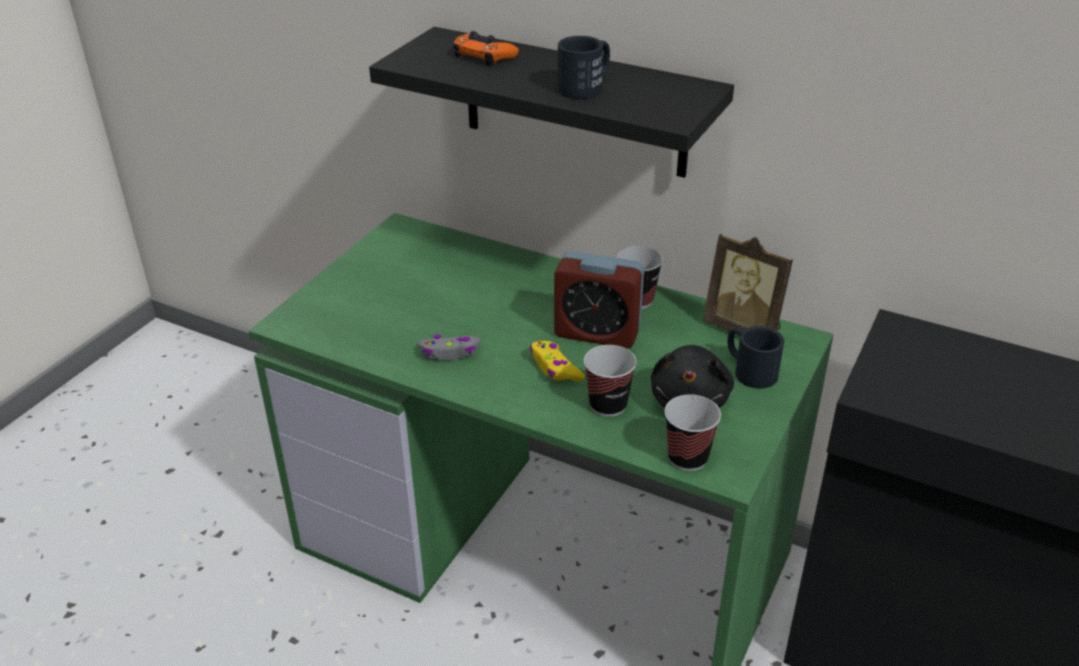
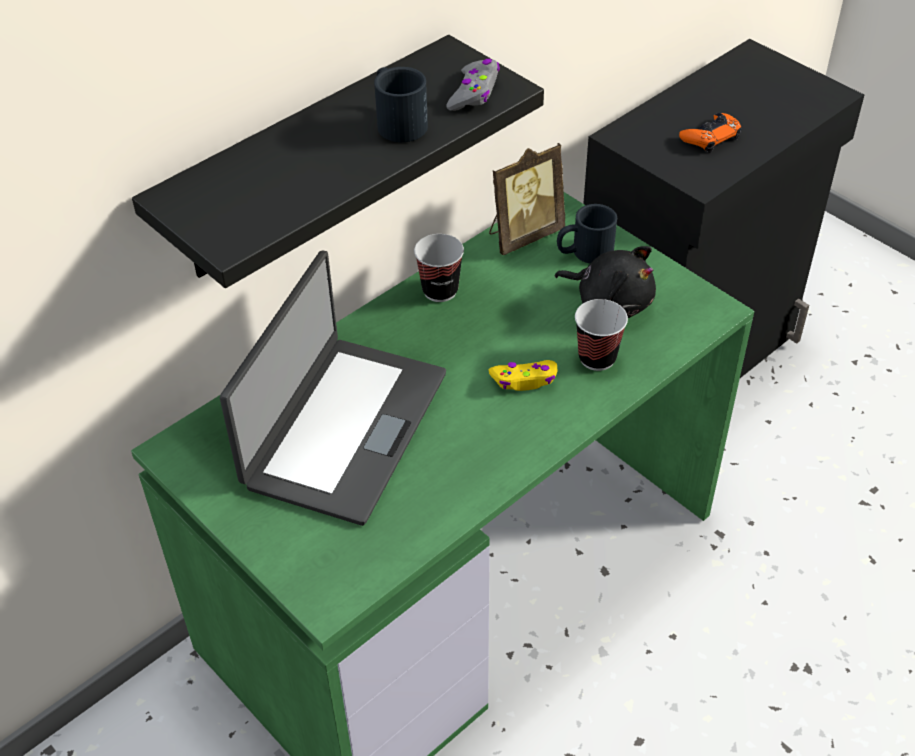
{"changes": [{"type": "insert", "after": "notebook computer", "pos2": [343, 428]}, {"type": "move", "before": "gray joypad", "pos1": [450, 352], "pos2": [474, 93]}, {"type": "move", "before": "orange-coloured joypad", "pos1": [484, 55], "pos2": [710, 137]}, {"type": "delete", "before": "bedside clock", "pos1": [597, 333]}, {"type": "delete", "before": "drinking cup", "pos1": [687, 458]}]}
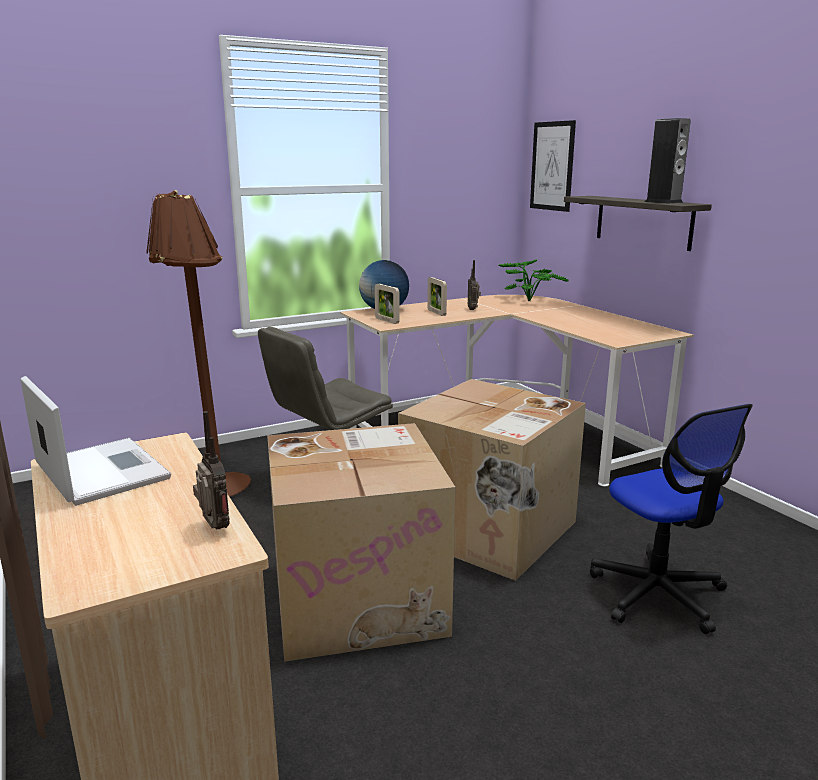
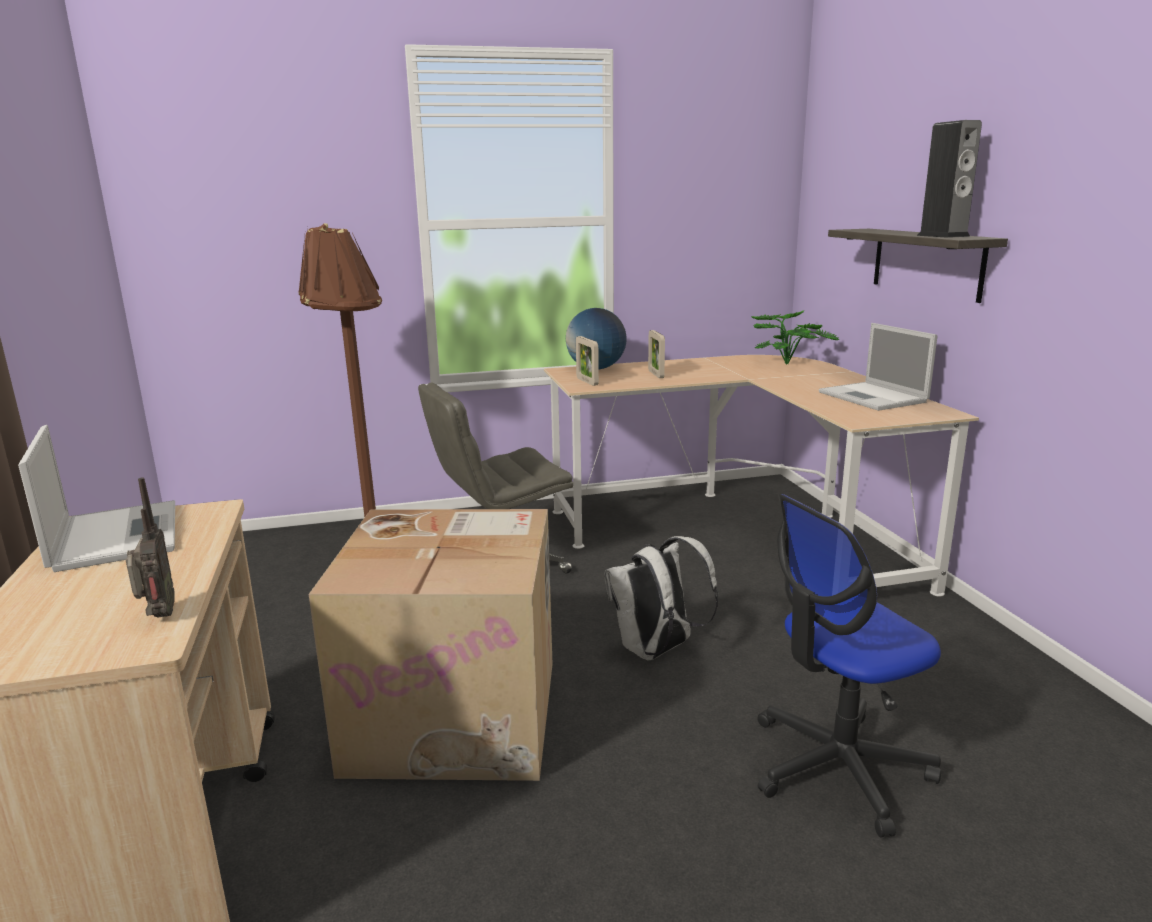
{"changes": [{"type": "replace", "before": "carton", "after": "white rucksack", "pos1": [489, 530], "pos2": [656, 651]}, {"type": "rotate", "before": "office chair", "pos1": [658, 594], "pos2": [838, 767], "turn": 75}, {"type": "insert", "after": "notebook computer", "pos2": [874, 397]}, {"type": "delete", "before": "radio set", "pos1": [473, 309]}, {"type": "delete", "before": "picture", "pos1": [552, 166]}]}
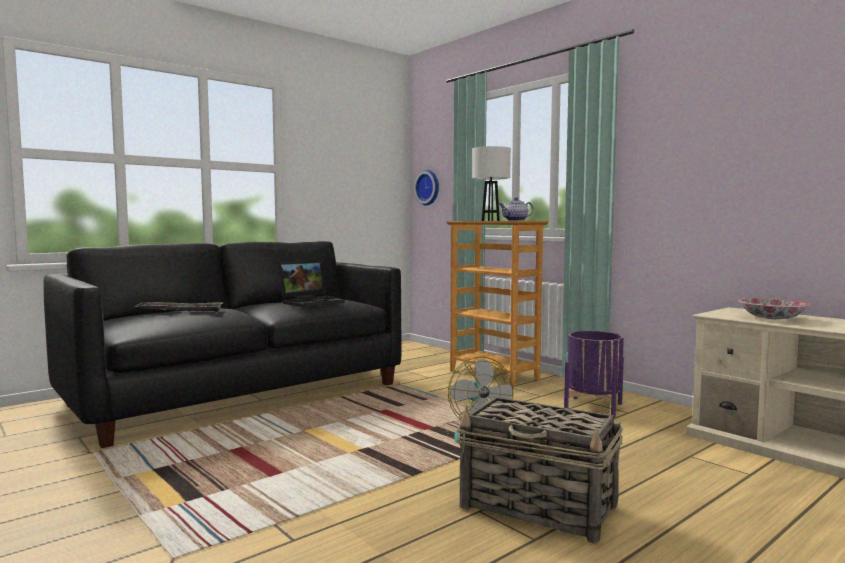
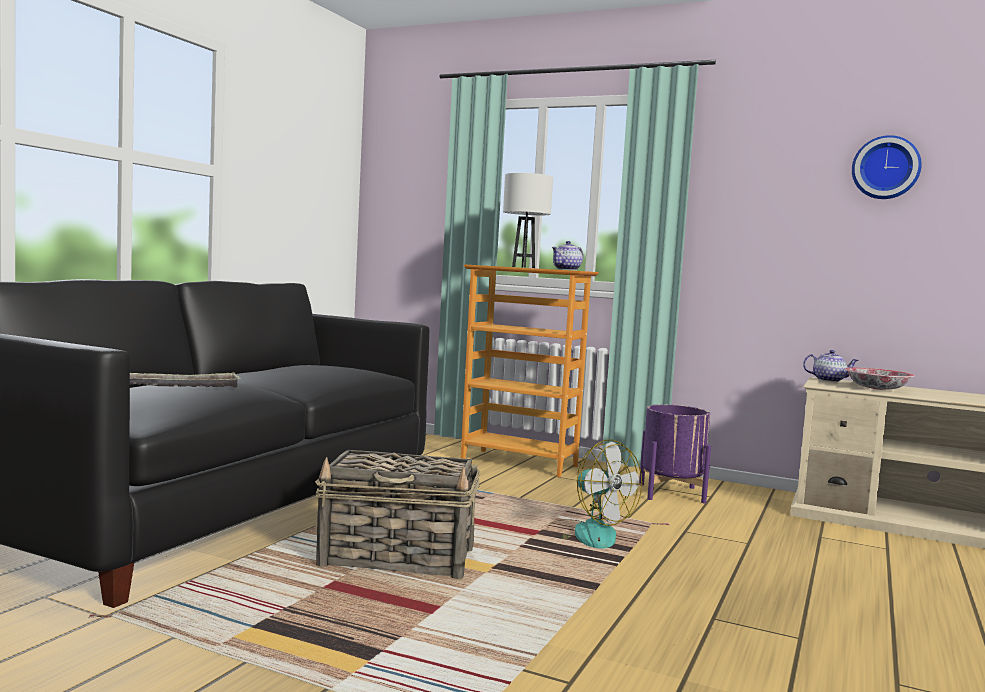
{"changes": [{"type": "move", "before": "storage basket", "pos1": [540, 507], "pos2": [399, 558]}, {"type": "insert", "after": "tea pot", "pos2": [829, 380]}, {"type": "move", "before": "clock on the wall", "pos1": [429, 187], "pos2": [885, 168]}, {"type": "delete", "before": "notebook computer", "pos1": [311, 302]}]}
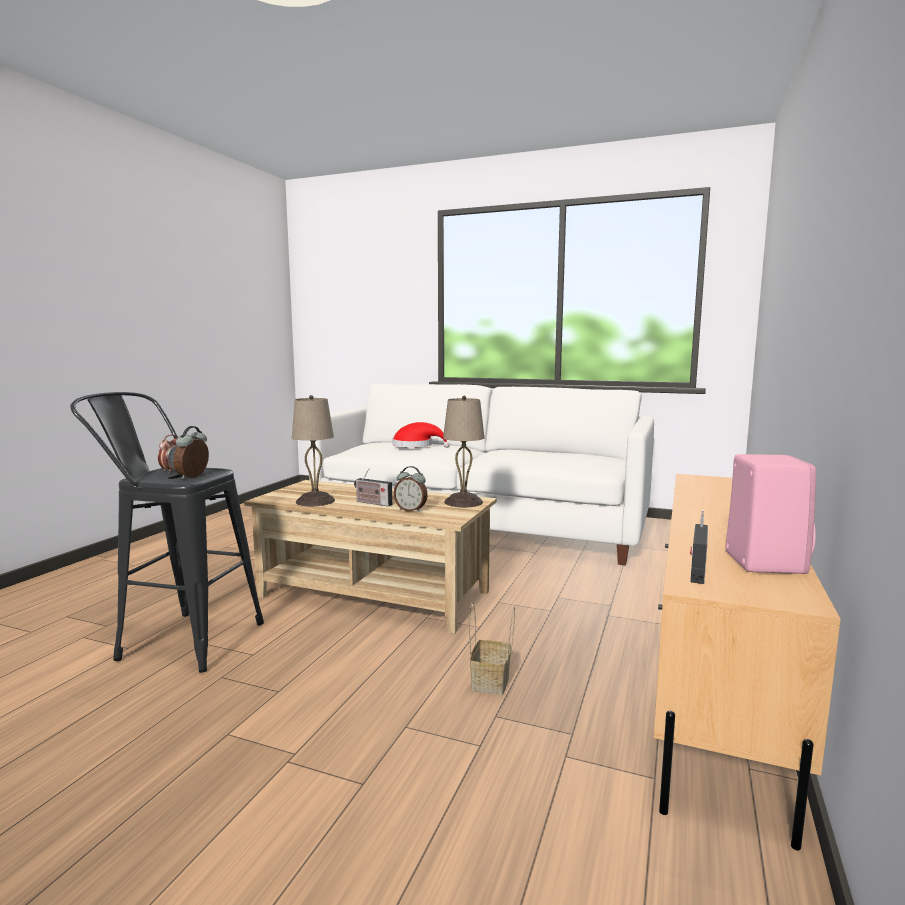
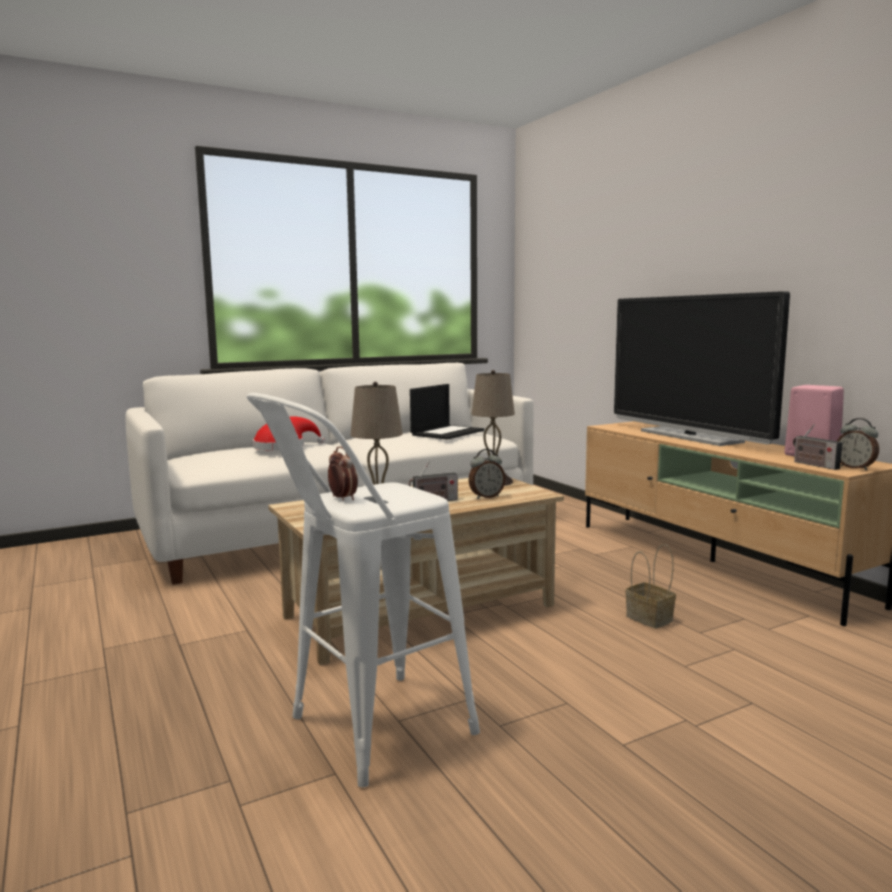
{"changes": [{"type": "recolor", "before": "black sitting stool", "after": "white sitting stool", "pos1": [180, 639], "pos2": [365, 732]}, {"type": "insert", "after": "notebook computer", "pos2": [447, 432]}, {"type": "insert", "after": "TV", "pos2": [689, 436]}, {"type": "move", "before": "bedside clock", "pos1": [194, 477], "pos2": [855, 468]}]}
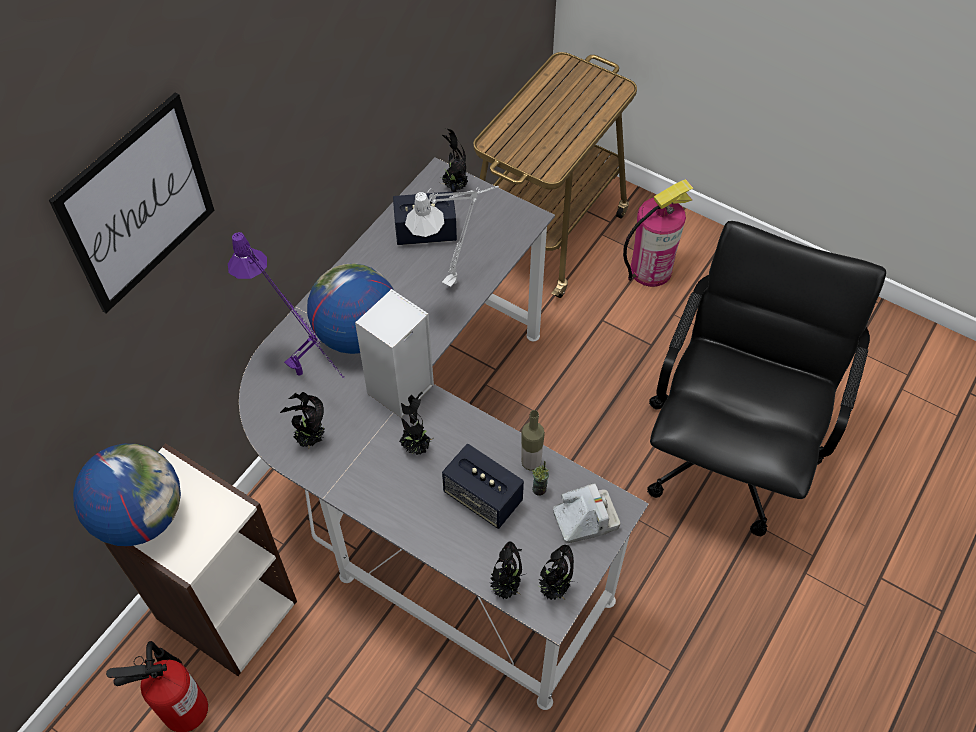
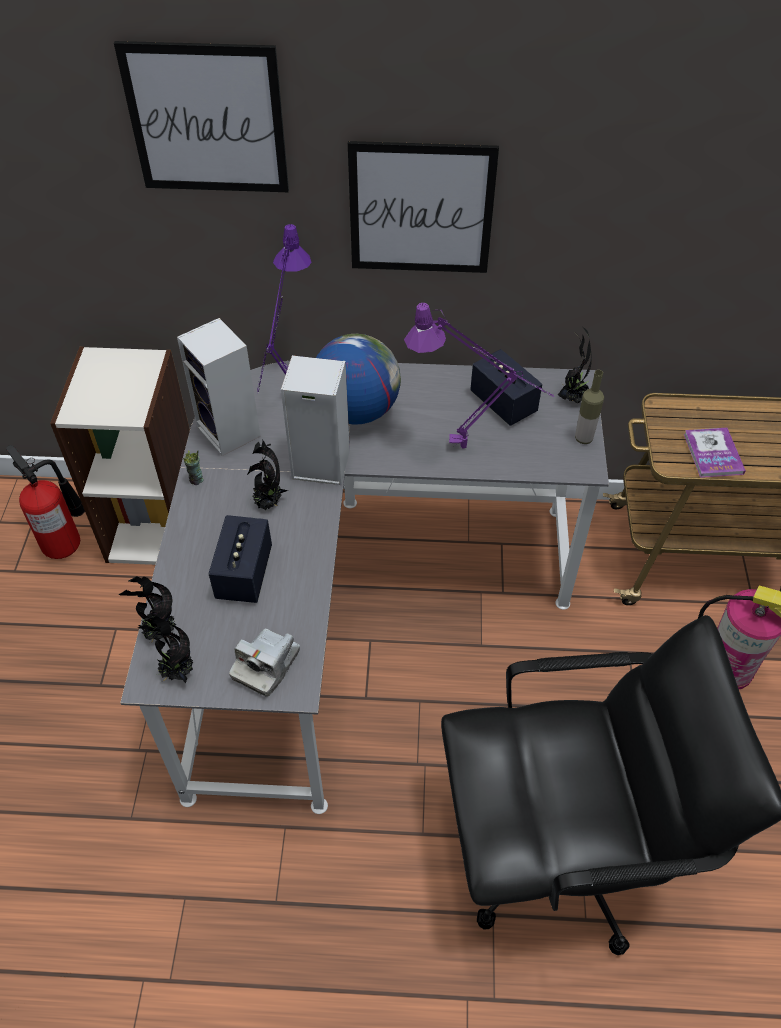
{"changes": [{"type": "replace", "before": "potted plant", "after": "loudspeaker", "pos1": [310, 440], "pos2": [231, 432]}, {"type": "move", "before": "drinking cup", "pos1": [539, 489], "pos2": [196, 480]}, {"type": "rotate", "before": "photo camera", "pos1": [585, 520], "pos2": [266, 665], "turn": 75}, {"type": "insert", "after": "picture", "pos2": [421, 209]}, {"type": "recolor", "before": "gray lamp for a table", "after": "purplish lamp for a table", "pos1": [459, 277], "pos2": [472, 448]}, {"type": "move", "before": "drink bottle", "pos1": [531, 462], "pos2": [583, 438]}, {"type": "insert", "after": "volume", "pos2": [713, 454]}, {"type": "delete", "before": "globe", "pos1": [141, 516]}]}
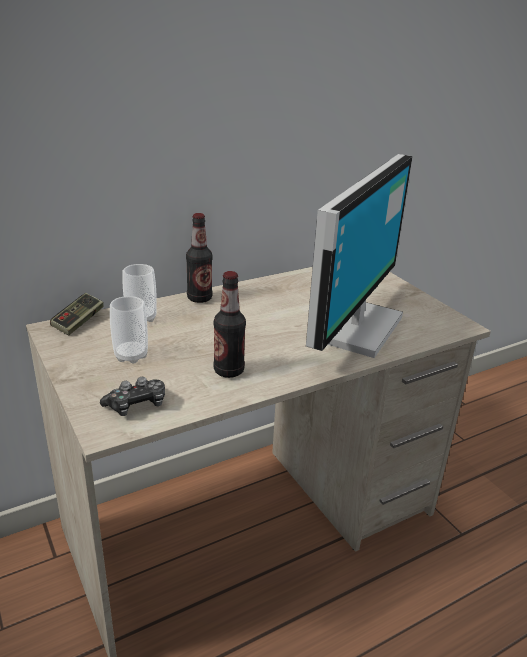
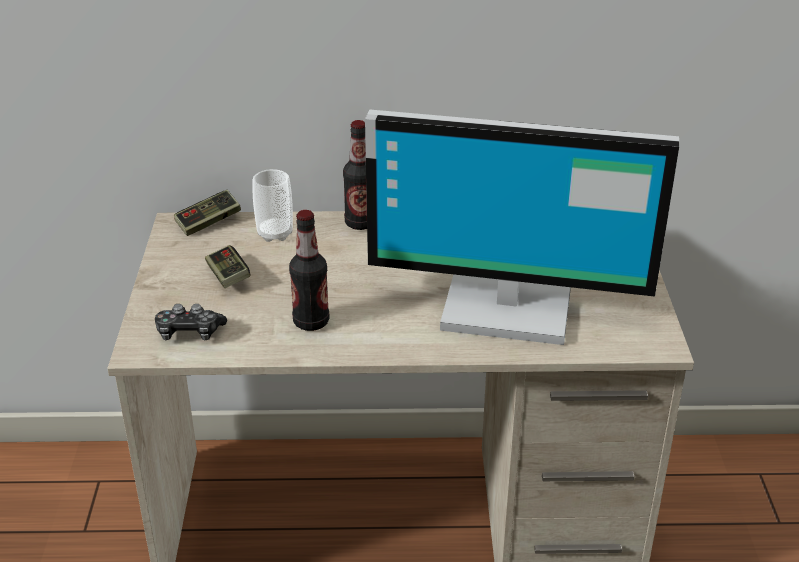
{"changes": [{"type": "replace", "before": "drinking cup", "after": "joypad", "pos1": [131, 356], "pos2": [228, 276]}, {"type": "rotate", "before": "computer screen", "pos1": [351, 326], "pos2": [507, 306], "turn": 45}]}
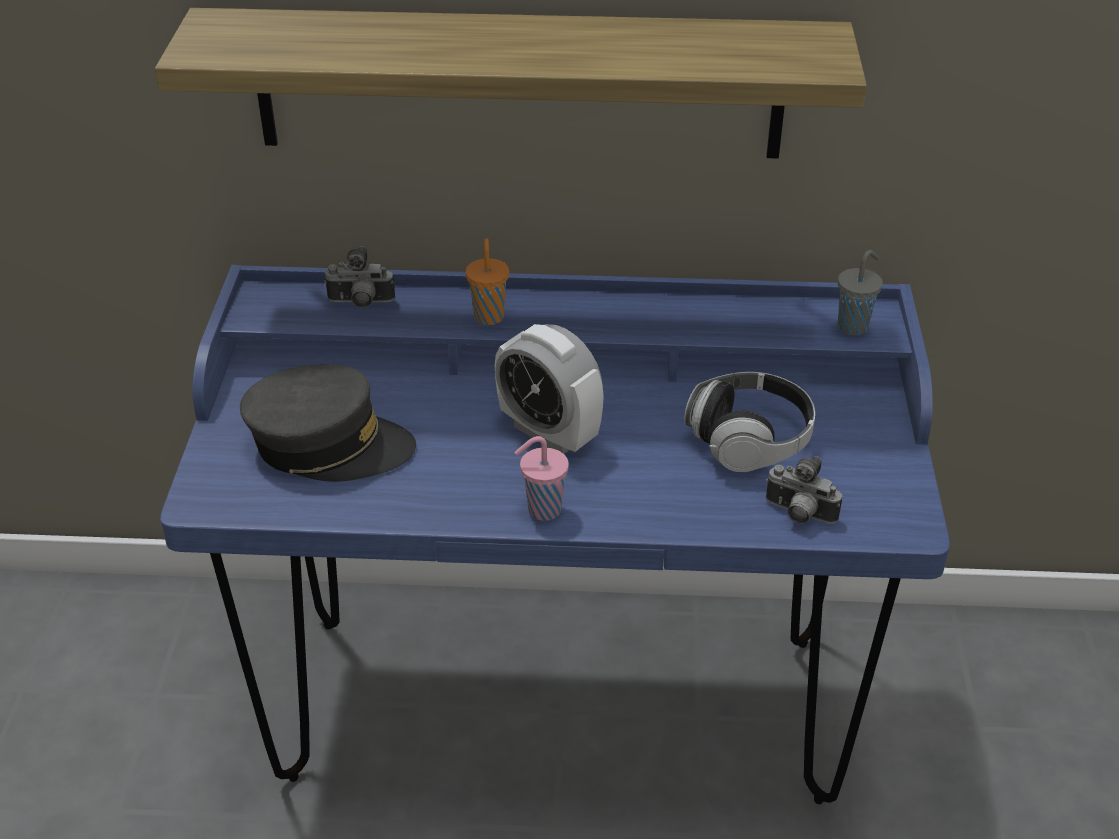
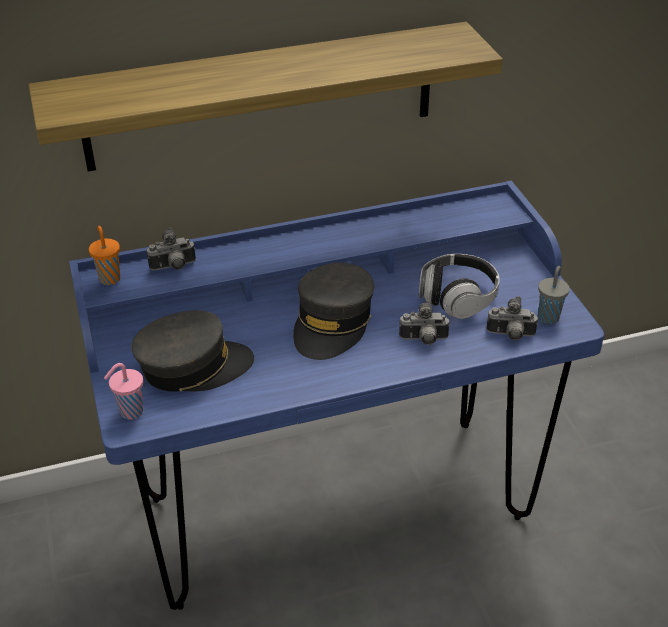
{"changes": [{"type": "move", "before": "orange-coloured drinking cup", "pos1": [489, 316], "pos2": [109, 278]}, {"type": "move", "before": "pinkish drinking cup", "pos1": [542, 510], "pos2": [130, 412]}, {"type": "replace", "before": "bedside clock", "after": "gray baseball cap", "pos1": [548, 432], "pos2": [332, 323]}, {"type": "insert", "after": "photo camera", "pos2": [423, 340]}, {"type": "move", "before": "gray drinking cup", "pos1": [854, 326], "pos2": [549, 316]}]}
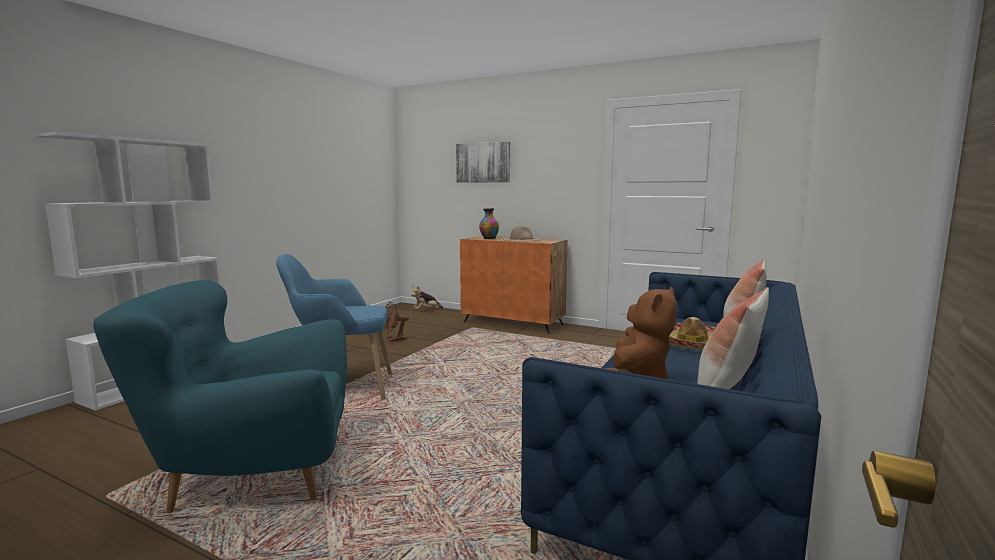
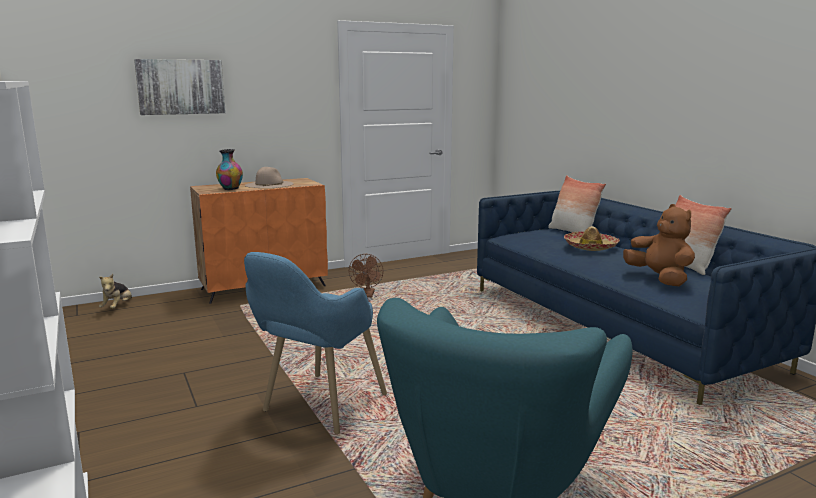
{"changes": [{"type": "move", "before": "brownish fan", "pos1": [394, 340], "pos2": [367, 295]}]}
